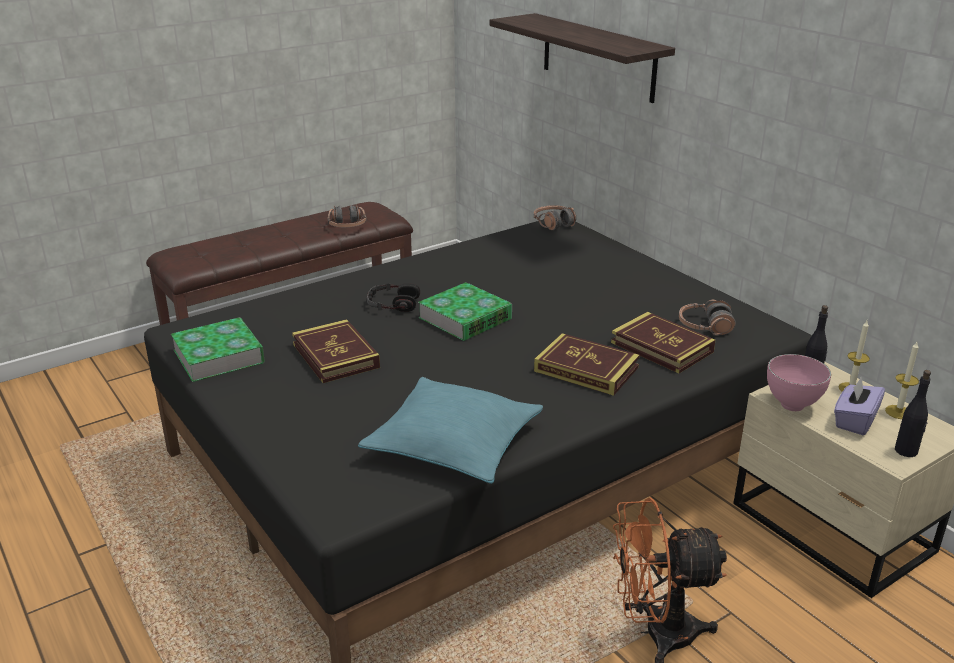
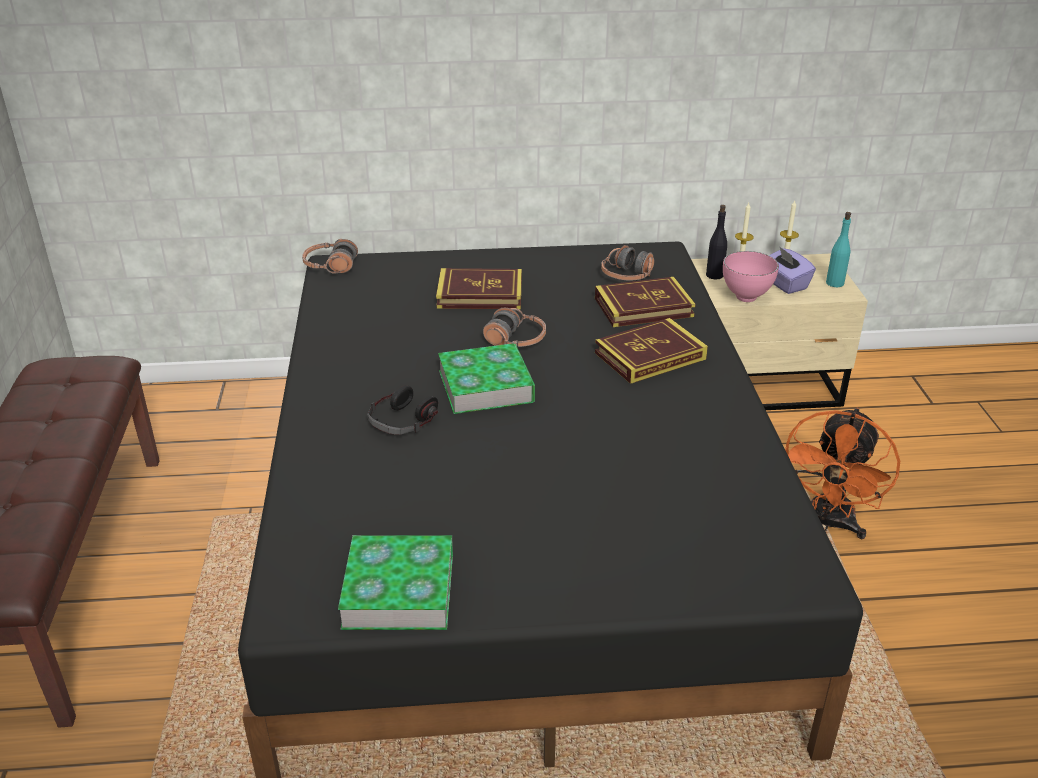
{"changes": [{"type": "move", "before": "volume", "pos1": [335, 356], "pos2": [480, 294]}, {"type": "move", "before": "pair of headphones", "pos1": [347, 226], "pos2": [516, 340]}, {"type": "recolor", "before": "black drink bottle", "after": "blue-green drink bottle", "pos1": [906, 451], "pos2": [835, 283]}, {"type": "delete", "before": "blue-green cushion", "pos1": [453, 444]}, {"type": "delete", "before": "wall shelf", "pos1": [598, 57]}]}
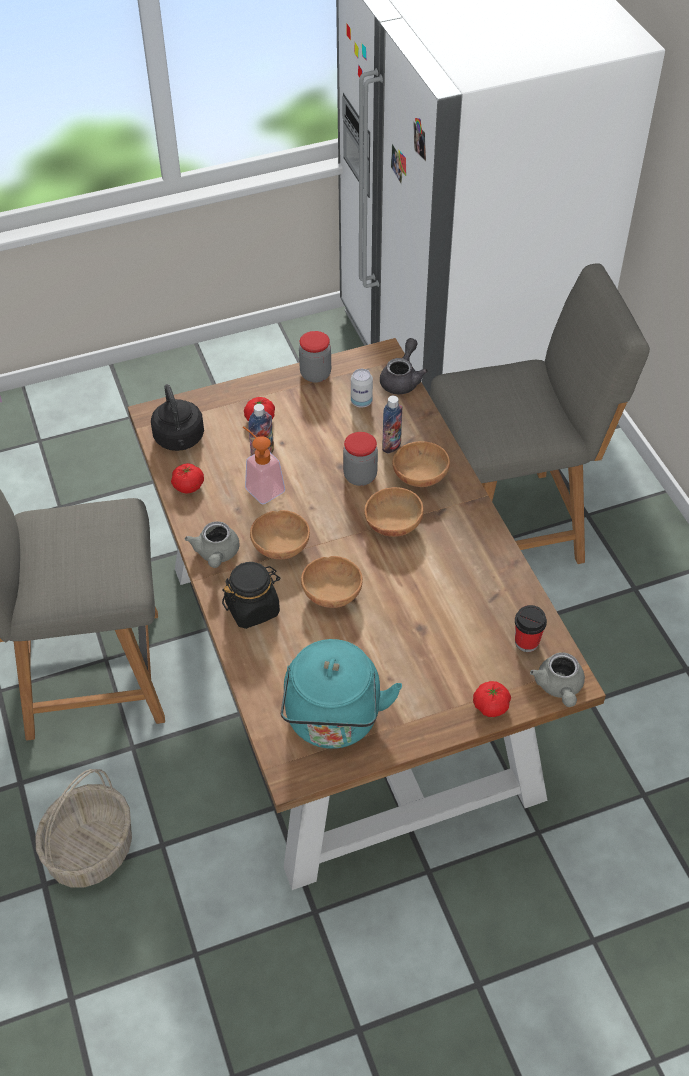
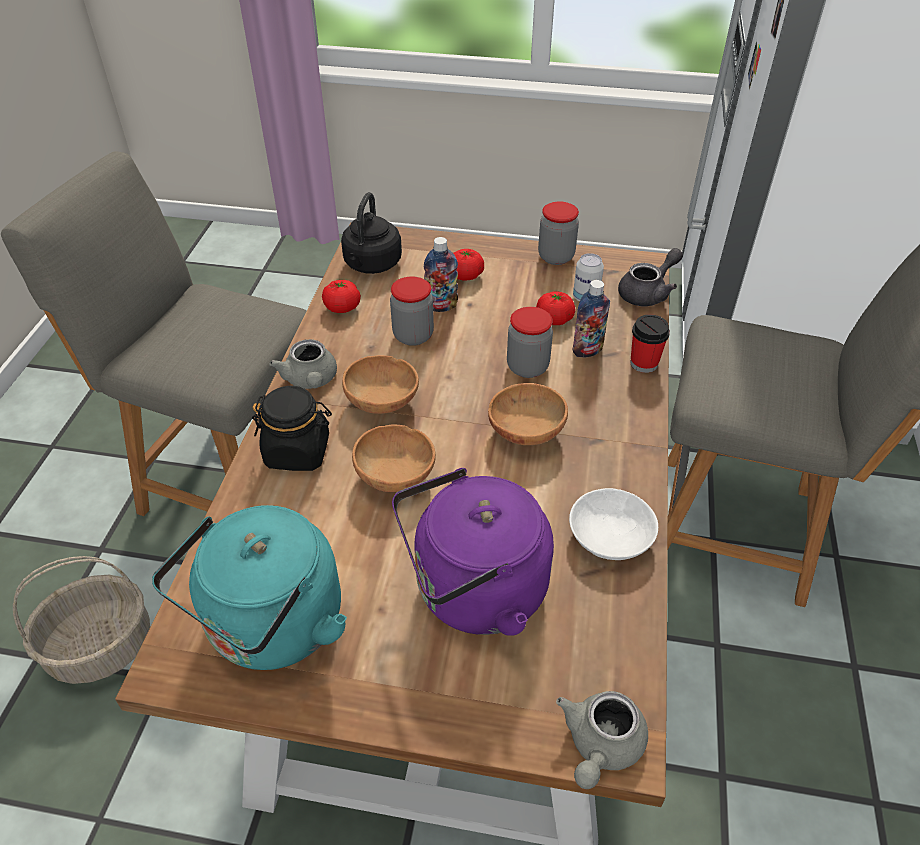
{"changes": [{"type": "rotate", "before": "gray tea pot", "pos1": [216, 554], "pos2": [311, 381], "turn": -45}, {"type": "replace", "before": "soap bottle", "after": "jar", "pos1": [261, 486], "pos2": [413, 335]}, {"type": "insert", "after": "purplish water kettle", "pos2": [473, 592]}, {"type": "move", "before": "tomato", "pos1": [490, 706], "pos2": [554, 319]}, {"type": "insert", "after": "white serving bowl", "pos2": [612, 536]}, {"type": "move", "before": "drinking cup", "pos1": [526, 642], "pos2": [644, 363]}, {"type": "delete", "before": "brownish serving bowl", "pos1": [420, 476]}]}
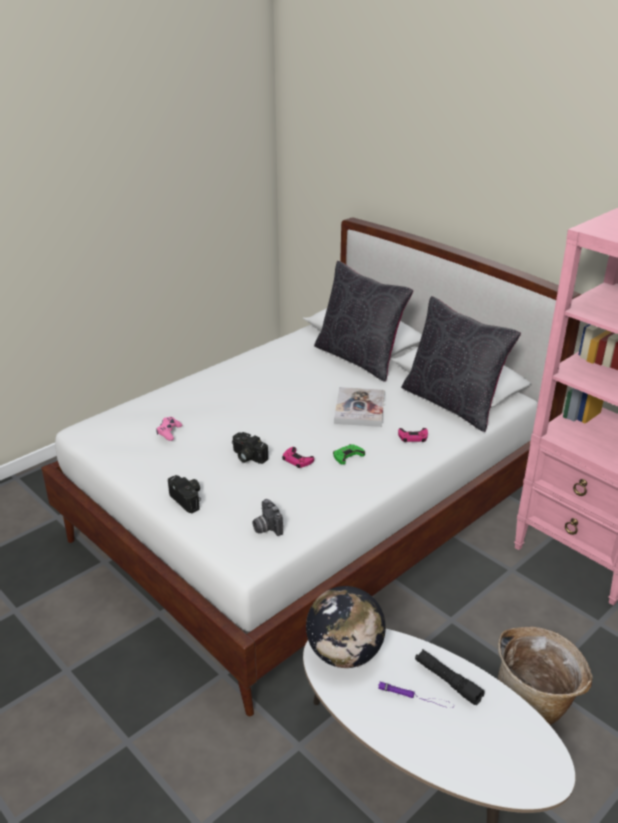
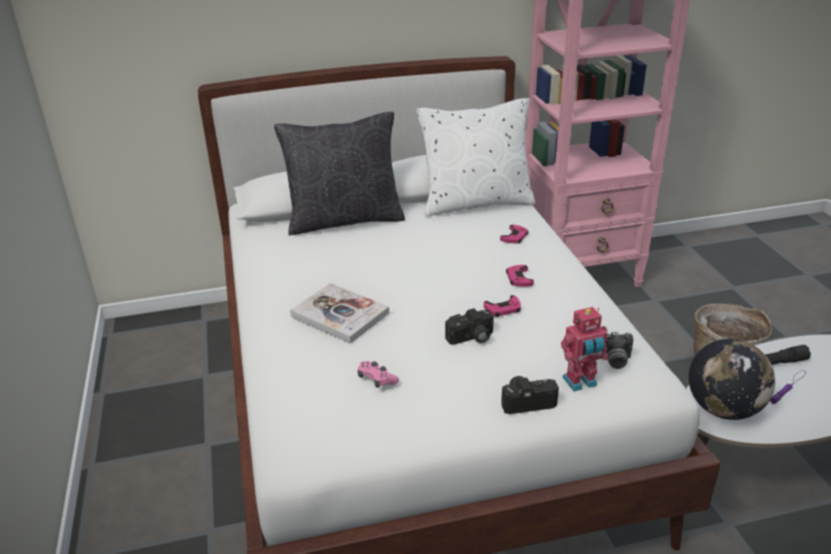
{"changes": [{"type": "move", "before": "volume", "pos1": [359, 408], "pos2": [340, 315]}, {"type": "recolor", "before": "black cushion", "after": "white cushion", "pos1": [452, 403], "pos2": [475, 202]}, {"type": "recolor", "before": "greenish joypad", "after": "pinkish joypad", "pos1": [347, 456], "pos2": [519, 278]}, {"type": "insert", "after": "toy robot", "pos2": [580, 382]}]}
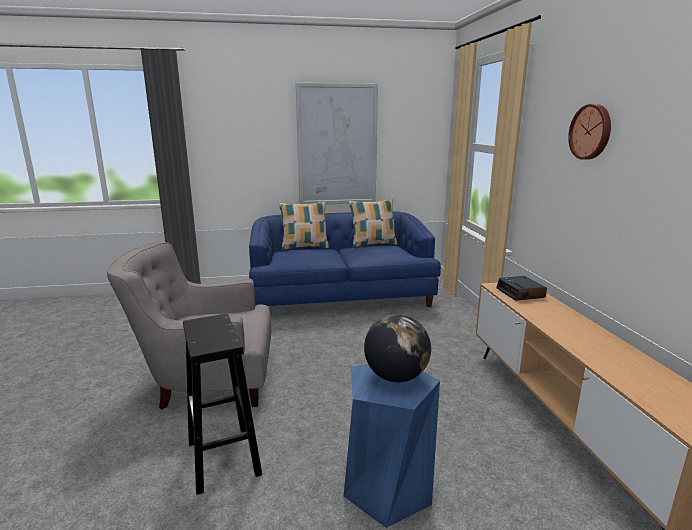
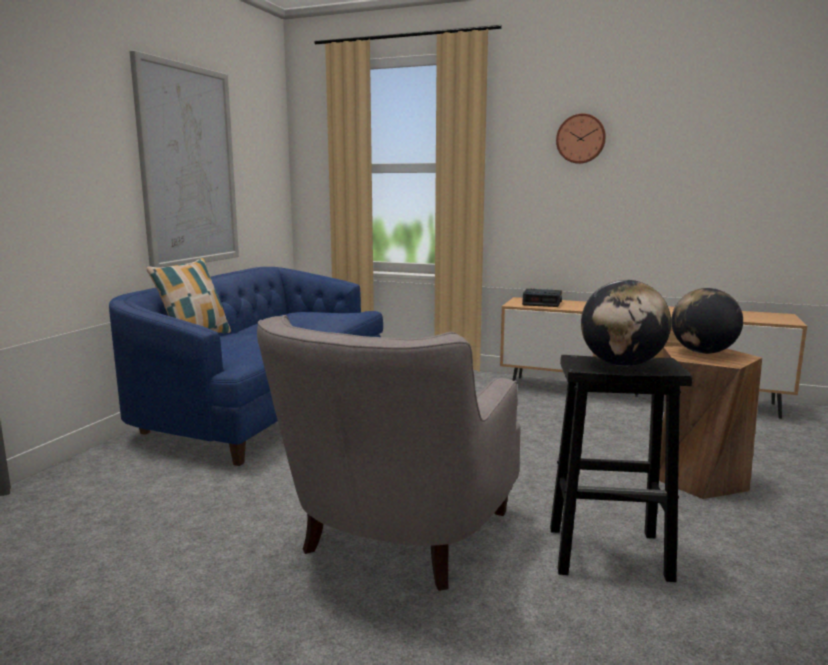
{"changes": [{"type": "insert", "after": "globe", "pos2": [622, 364]}, {"type": "recolor", "before": "blue-coloured sitting stool", "after": "brownish sitting stool", "pos1": [387, 489], "pos2": [698, 478]}, {"type": "delete", "before": "cushion", "pos1": [373, 244]}]}
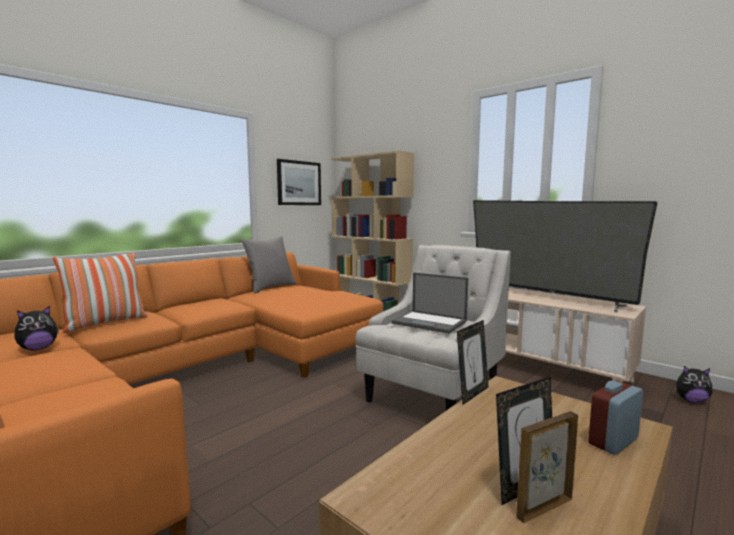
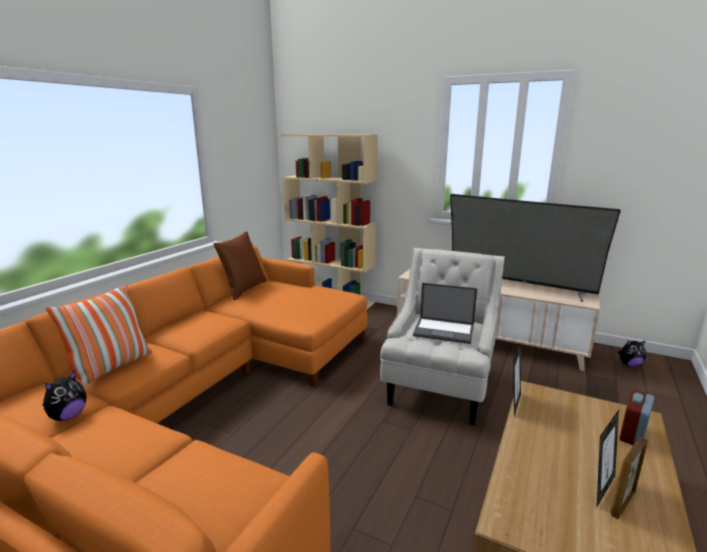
{"changes": [{"type": "recolor", "before": "gray cushion", "after": "brownish cushion", "pos1": [270, 288], "pos2": [243, 289]}, {"type": "delete", "before": "picture", "pos1": [299, 183]}]}
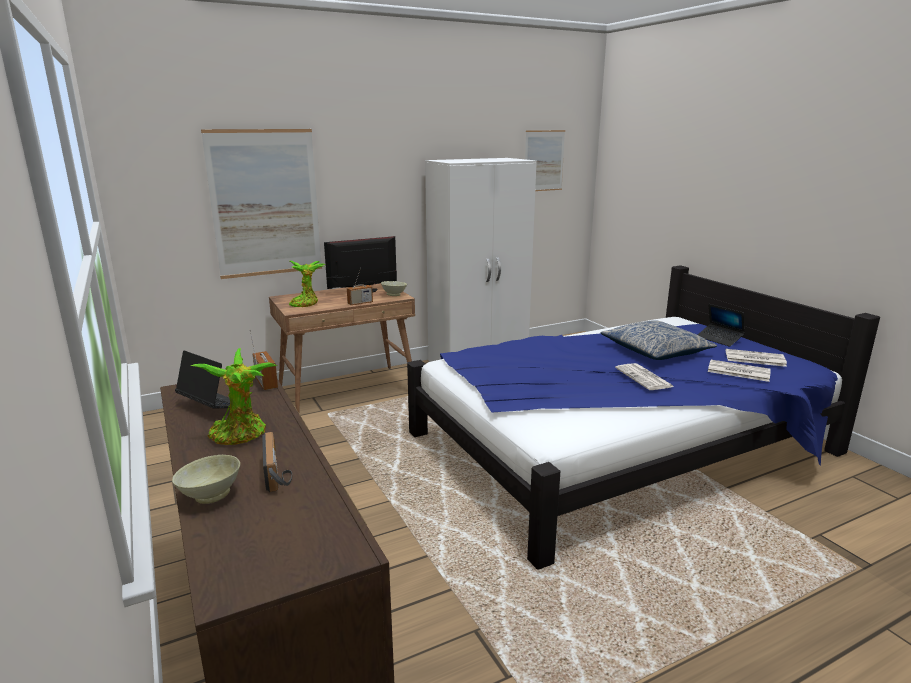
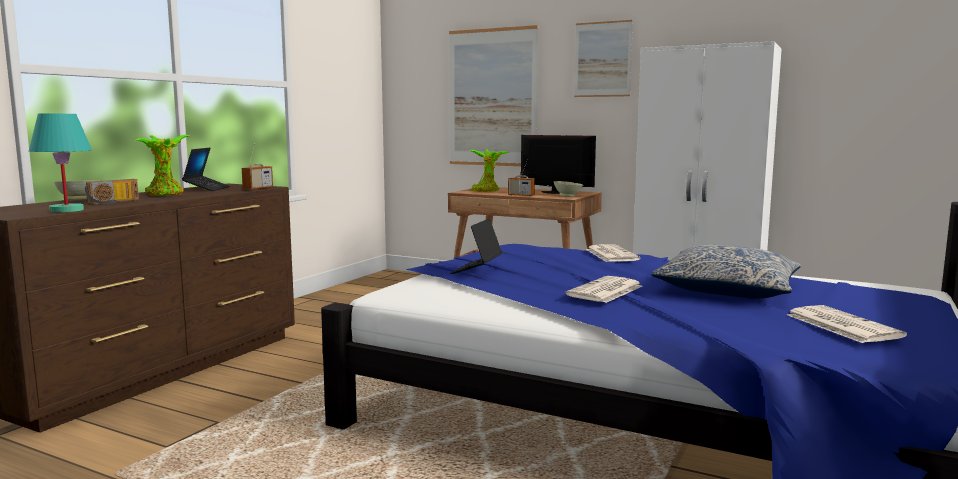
{"changes": [{"type": "insert", "after": "blue-green lamp for a table", "pos2": [66, 210]}, {"type": "move", "before": "notebook computer", "pos1": [719, 339], "pos2": [477, 269]}, {"type": "move", "before": "picture", "pos1": [544, 161], "pos2": [603, 59]}, {"type": "move", "before": "daily paper", "pos1": [737, 371], "pos2": [611, 254]}]}
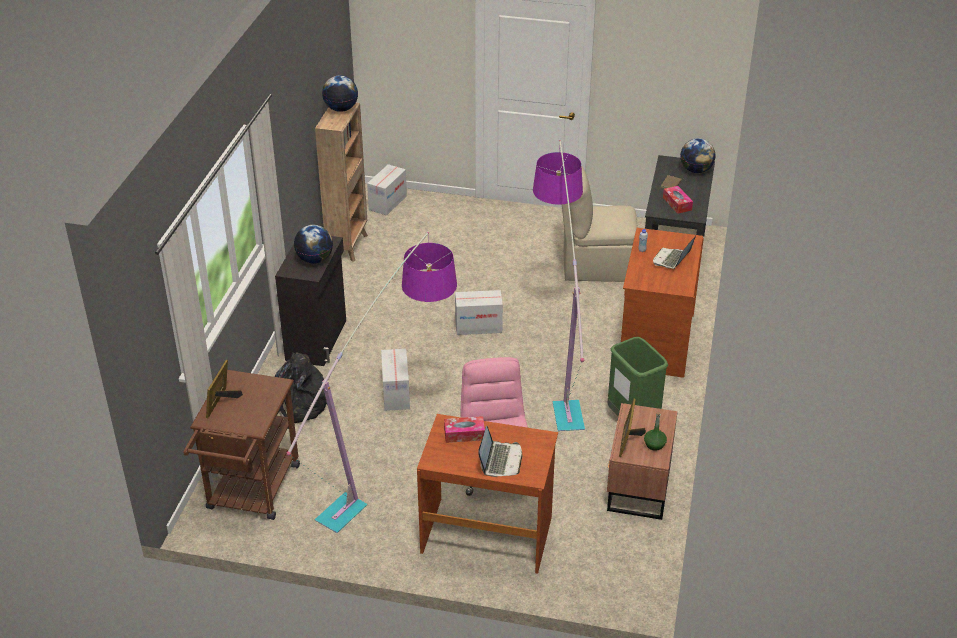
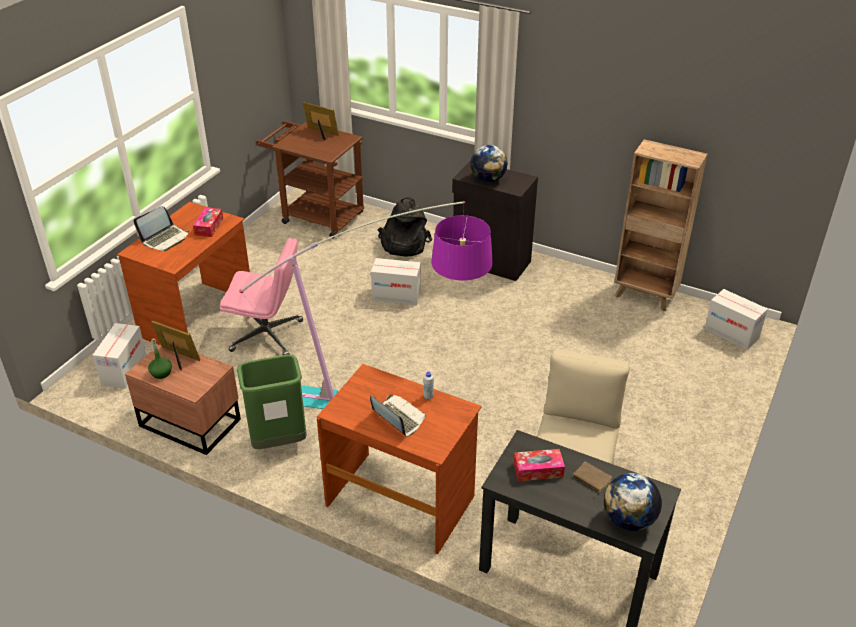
{"changes": [{"type": "move", "before": "carton", "pos1": [478, 326], "pos2": [124, 370]}, {"type": "rotate", "before": "notebook computer", "pos1": [500, 460], "pos2": [165, 239], "turn": -75}, {"type": "delete", "before": "standard lamp", "pos1": [394, 463]}, {"type": "delete", "before": "globe", "pos1": [341, 109]}]}
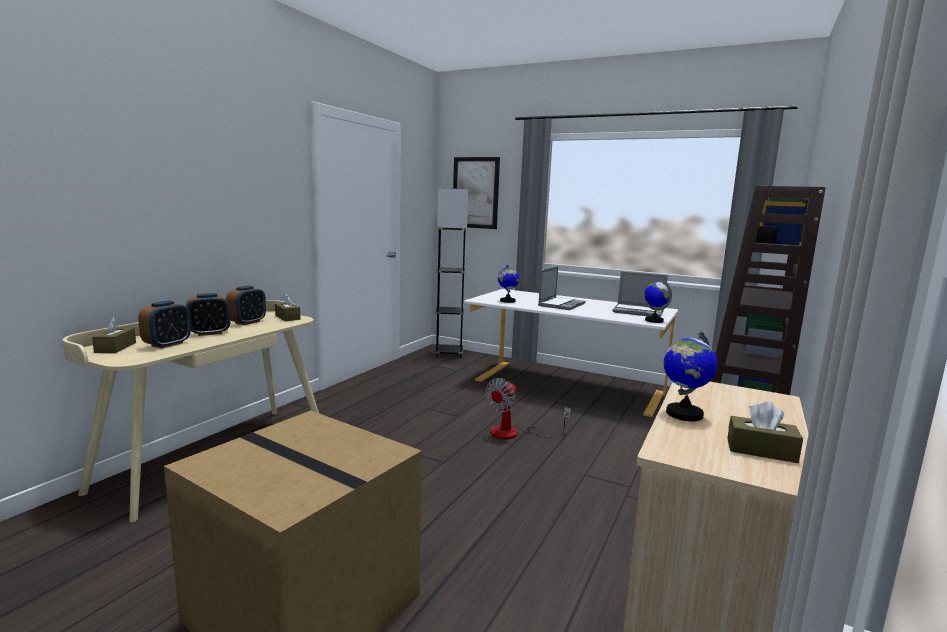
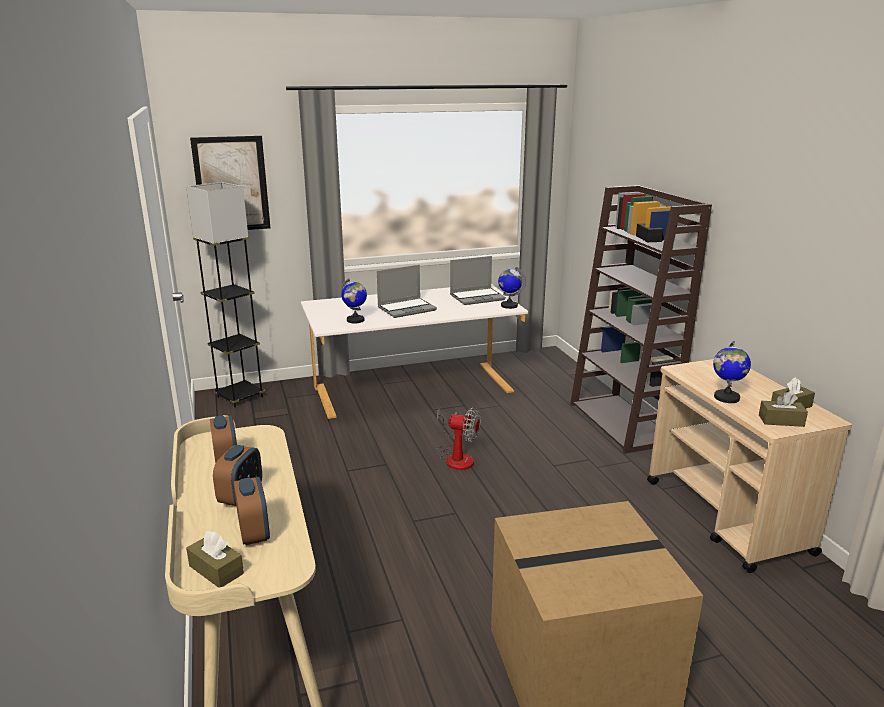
{"changes": [{"type": "rotate", "before": "notebook computer", "pos1": [561, 304], "pos2": [407, 309], "turn": 75}, {"type": "rotate", "before": "fan", "pos1": [514, 433], "pos2": [456, 457], "turn": -60}, {"type": "move", "before": "brownish box of tissues", "pos1": [287, 317], "pos2": [781, 421]}]}
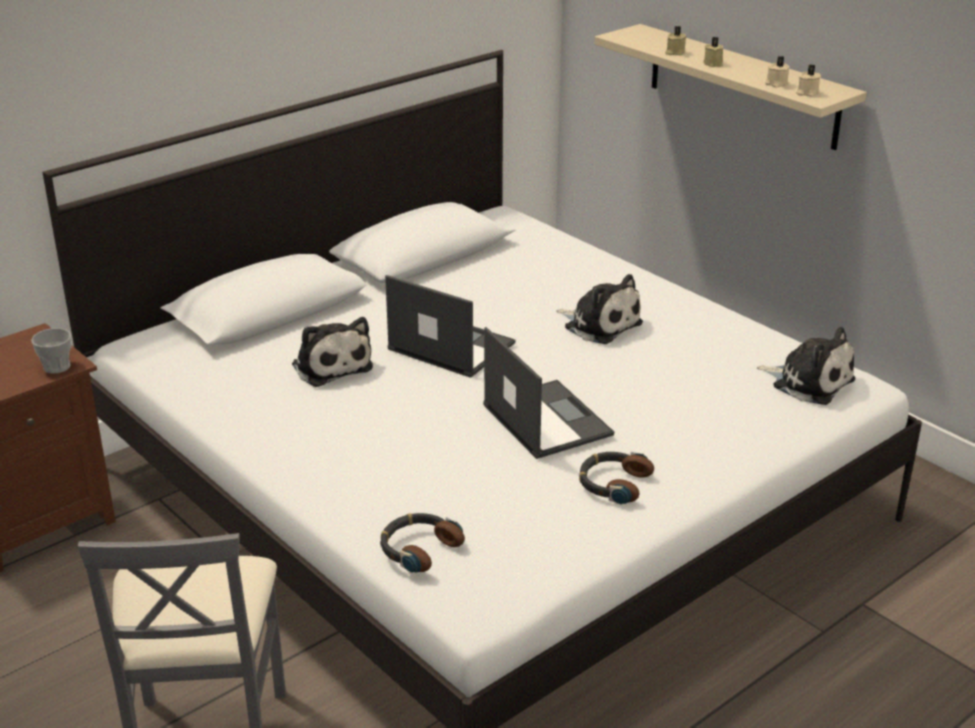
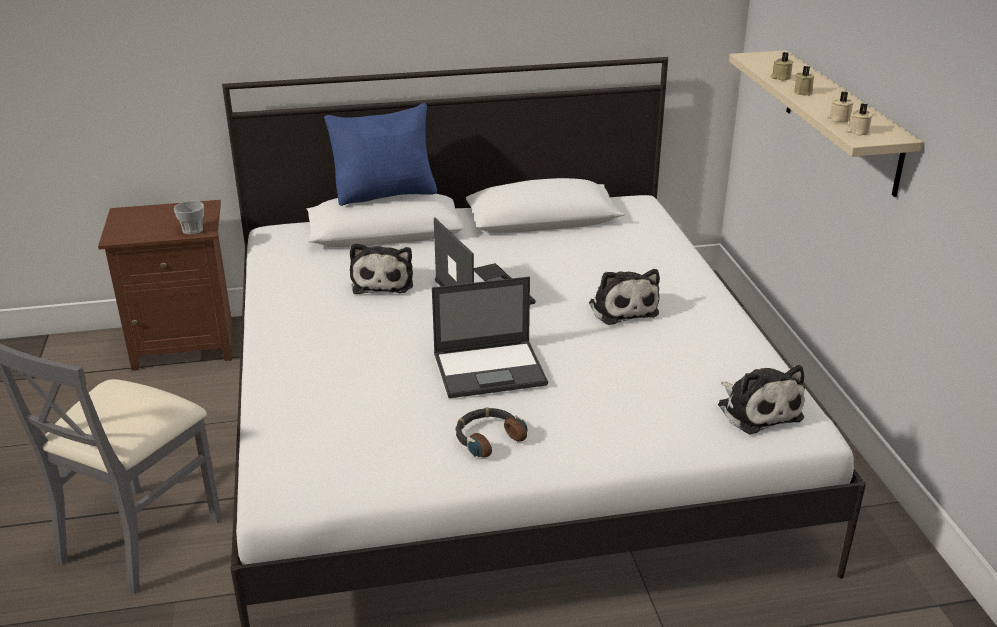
{"changes": [{"type": "insert", "after": "blue-coloured cushion", "pos2": [385, 194]}, {"type": "rotate", "before": "notebook computer", "pos1": [545, 419], "pos2": [491, 369], "turn": 75}, {"type": "delete", "before": "pair of headphones", "pos1": [418, 548]}]}
